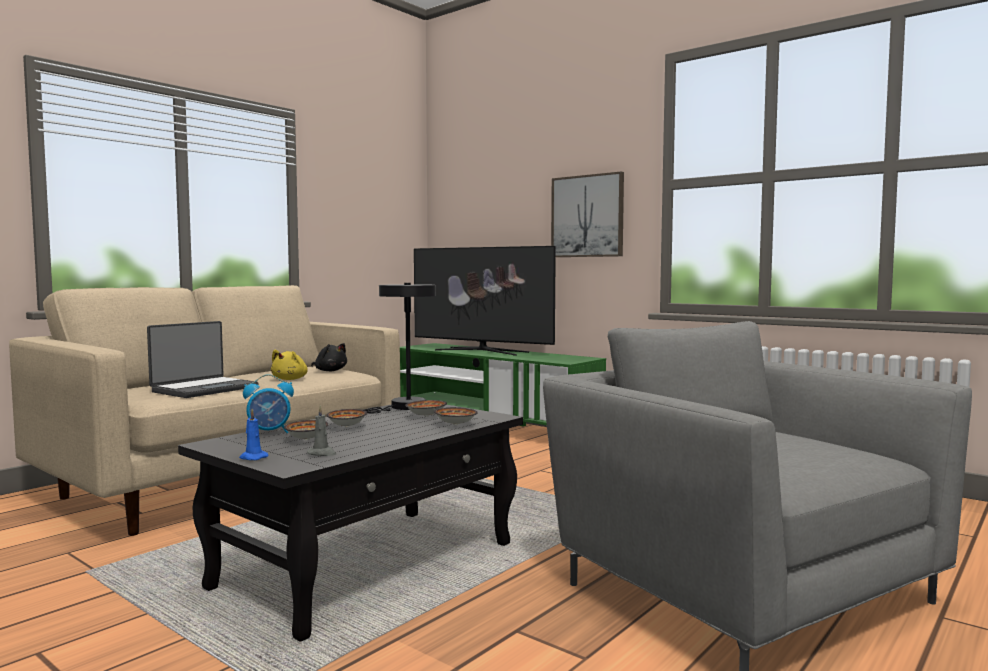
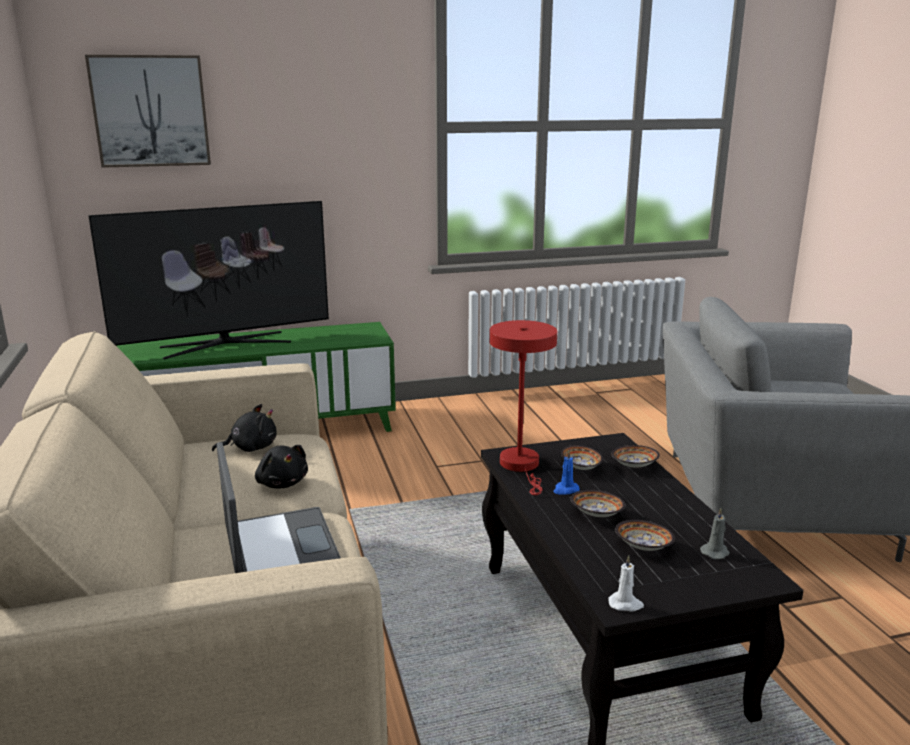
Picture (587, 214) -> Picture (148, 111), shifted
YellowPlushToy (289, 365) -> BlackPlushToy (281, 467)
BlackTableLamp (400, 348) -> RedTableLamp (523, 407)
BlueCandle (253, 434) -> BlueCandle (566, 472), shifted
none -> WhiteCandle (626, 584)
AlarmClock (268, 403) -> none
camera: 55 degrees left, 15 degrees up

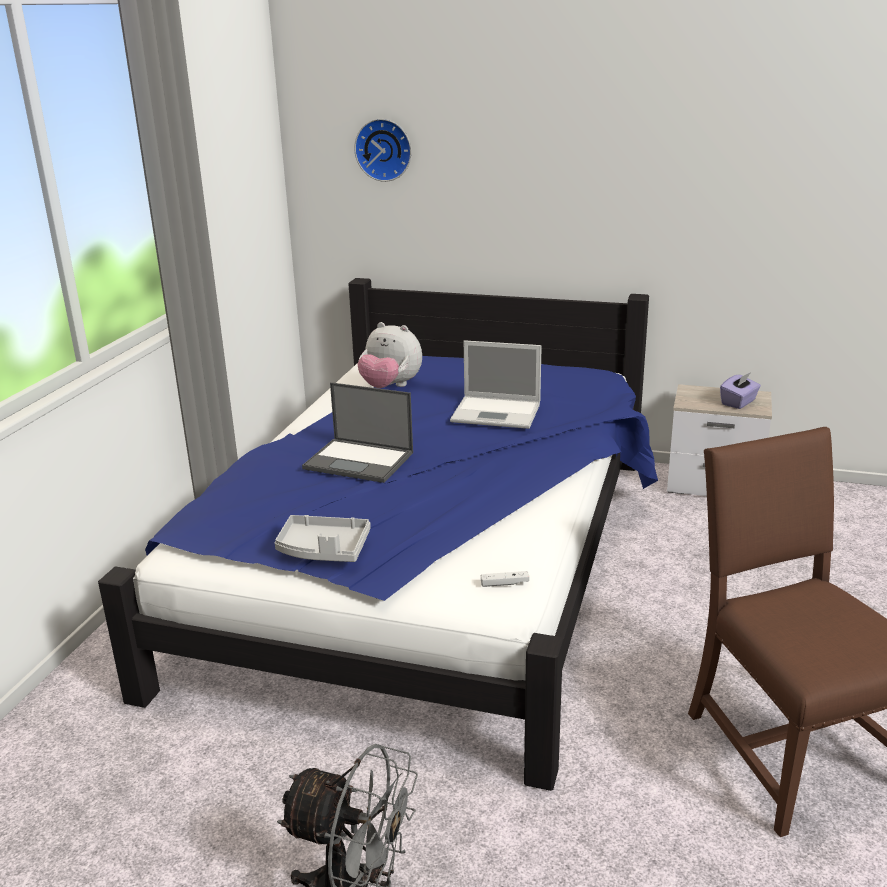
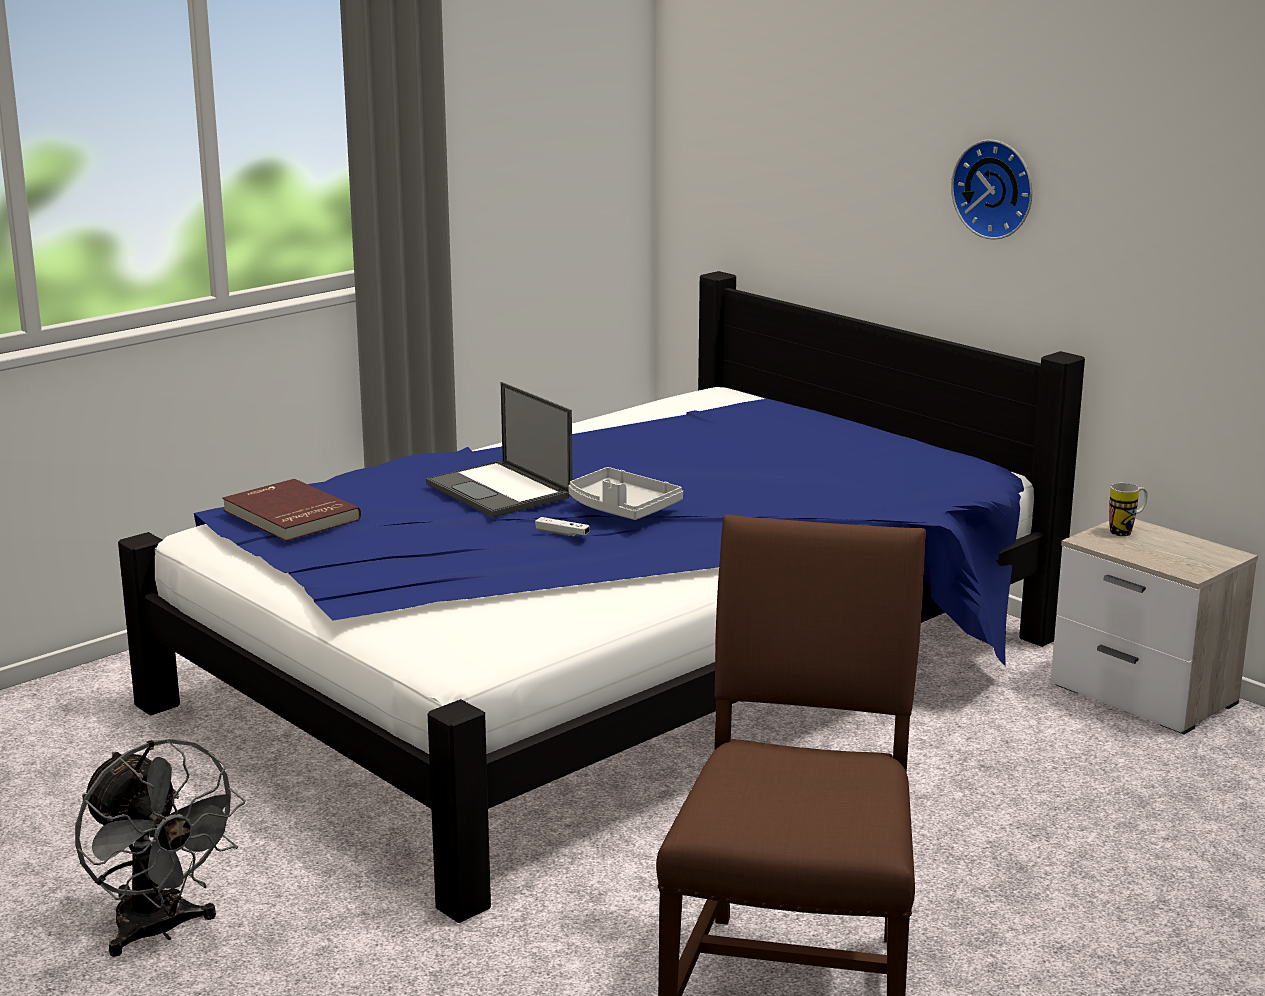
none -> RedBook (291, 510)
WhiteGameController (505, 579) -> WhiteGameController (562, 527), shifted
GreyTray (323, 538) -> GreyTray (625, 493), shifted
WallClock (383, 150) -> WallClock (992, 190), shifted
none -> Mug (1128, 509)
PlushToy (389, 355) -> none
Laptop (496, 384) -> none
PurpleTissueBox (740, 390) -> none
camera: 30 degrees right, 5 degrees down

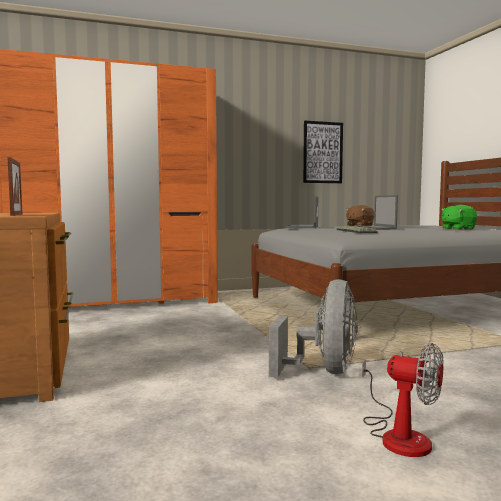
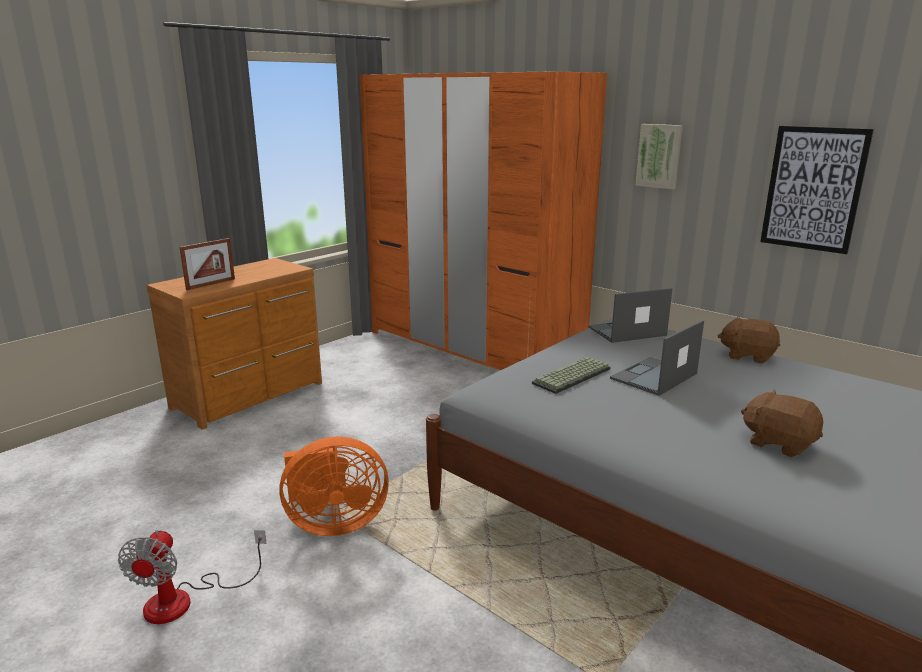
GreyFan (313, 328) -> OrangeFan (334, 486)
none -> Picture (659, 156)
GreenPlushToy (459, 217) -> BrownPlushToy (782, 423)
camera: 60 degrees right, 15 degrees up

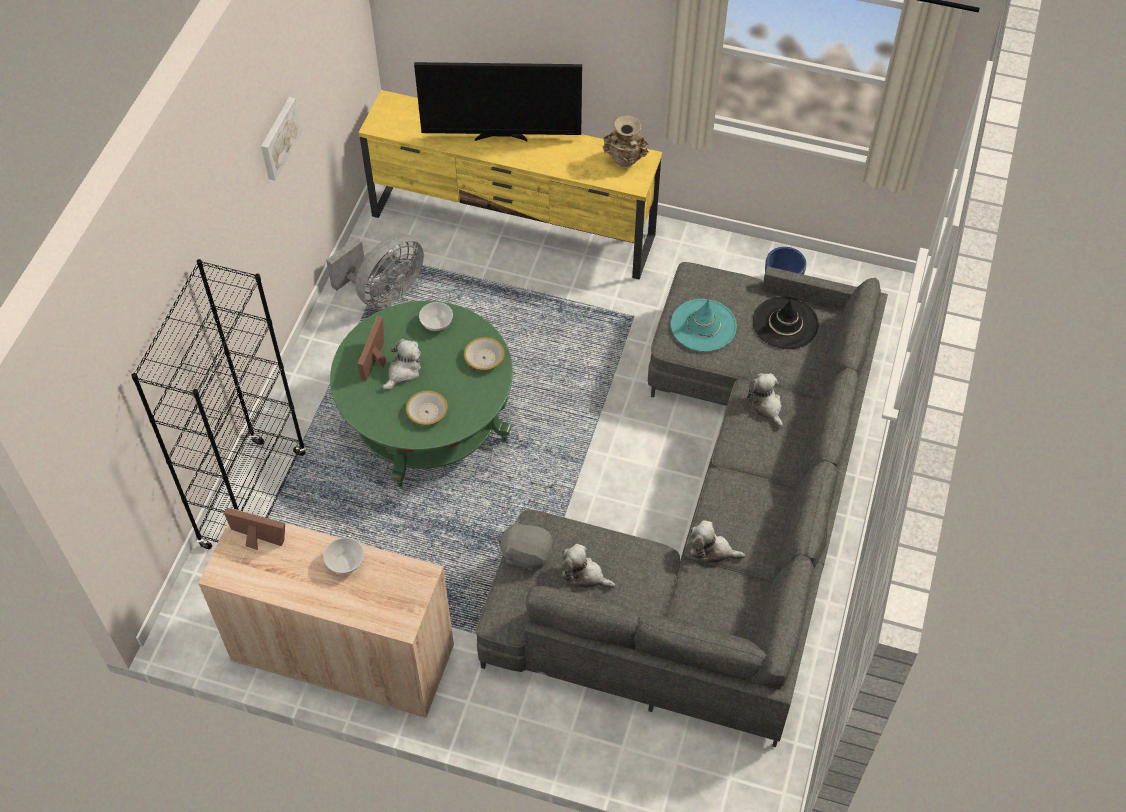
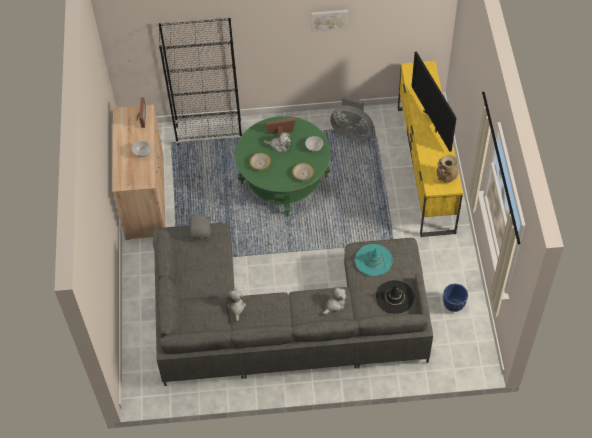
PlushToy (588, 566) -> none
camera: 70 degrees right, 0 degrees up

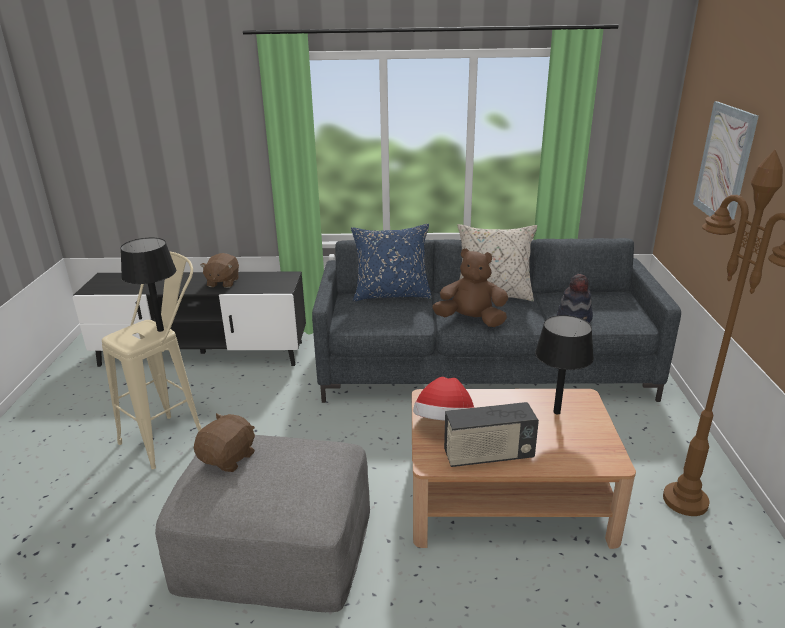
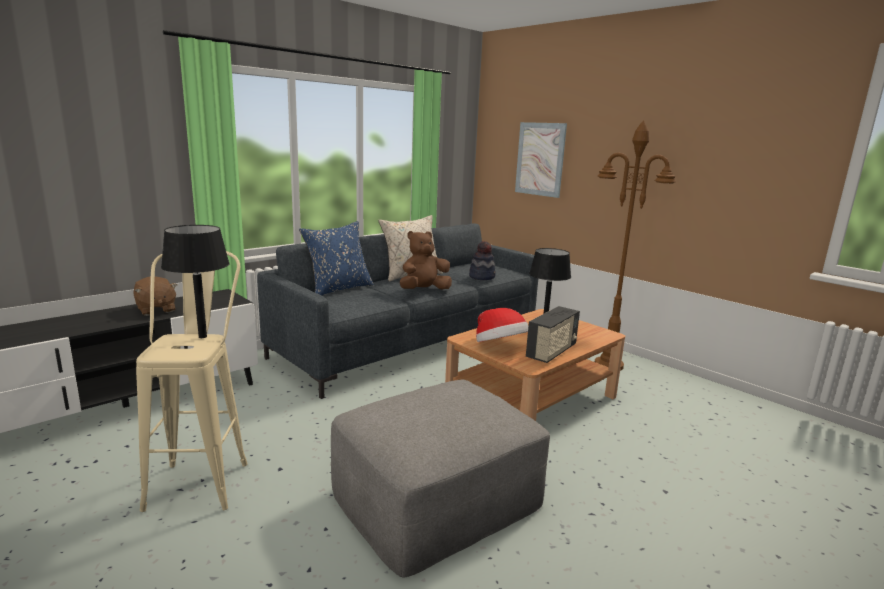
BrownPlushToy (224, 442) -> none
camera: 45 degrees left, 10 degrees down

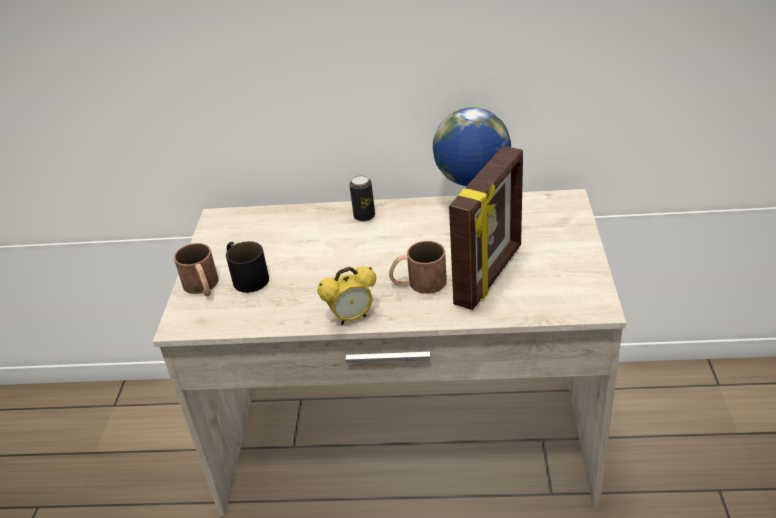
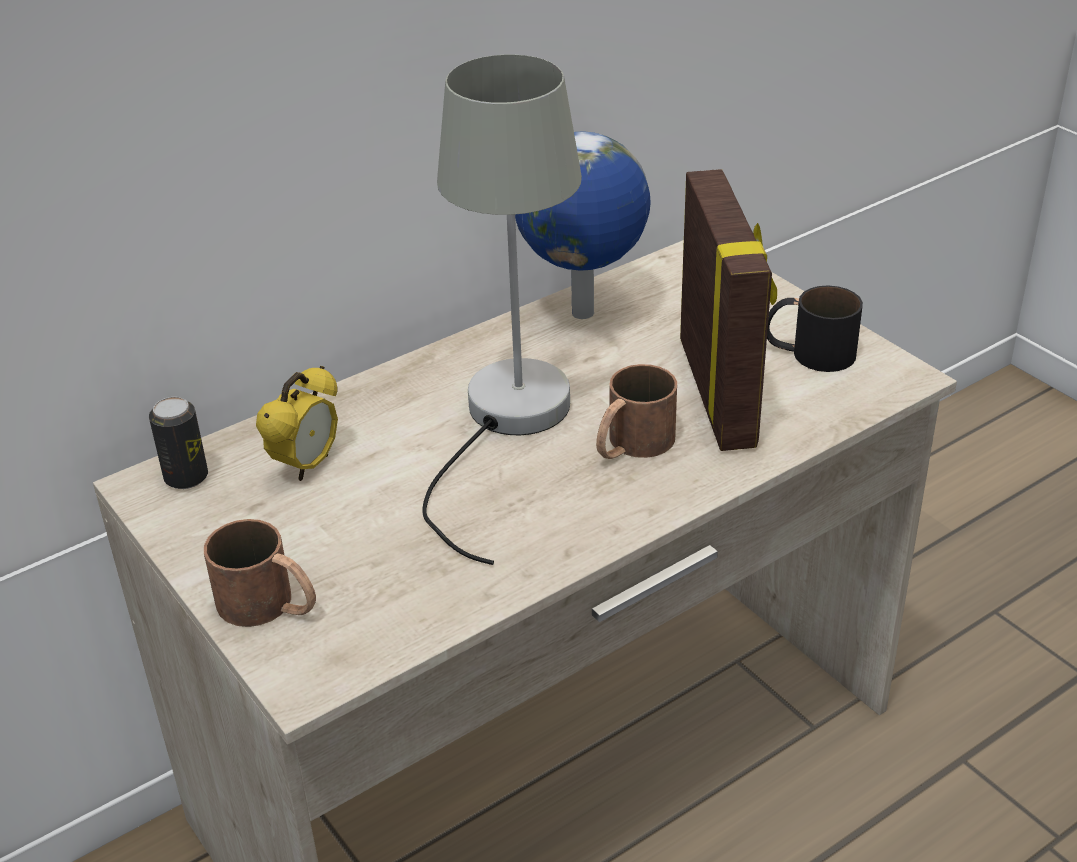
Can (362, 198) -> Can (178, 443), shifted
AlarmClock (346, 295) -> AlarmClock (297, 423), shifted
none -> GreyTableLamp (502, 310)
BlackMug (247, 267) -> BlackMug (815, 328), shifted
camera: 40 degrees left, 0 degrees up

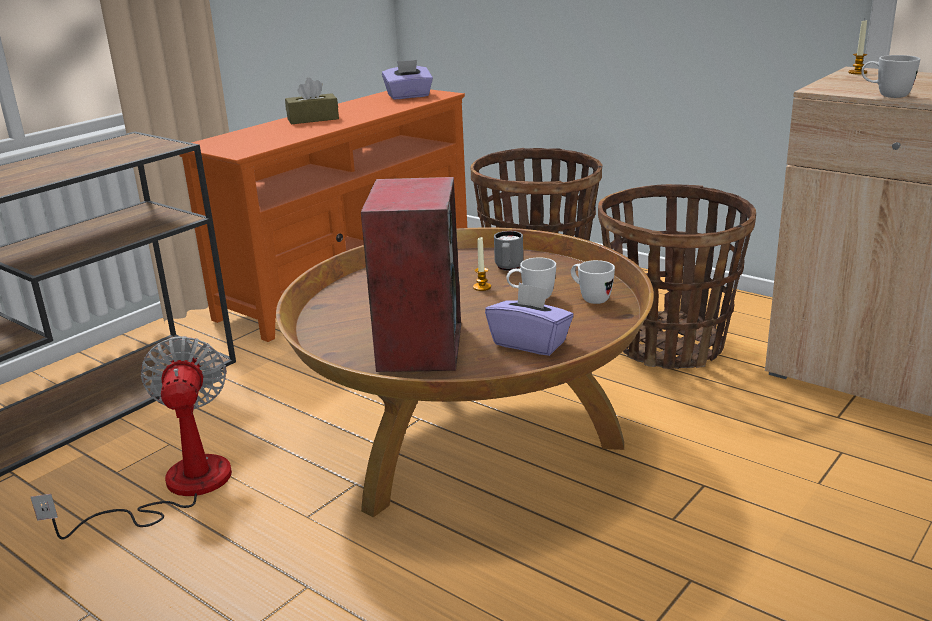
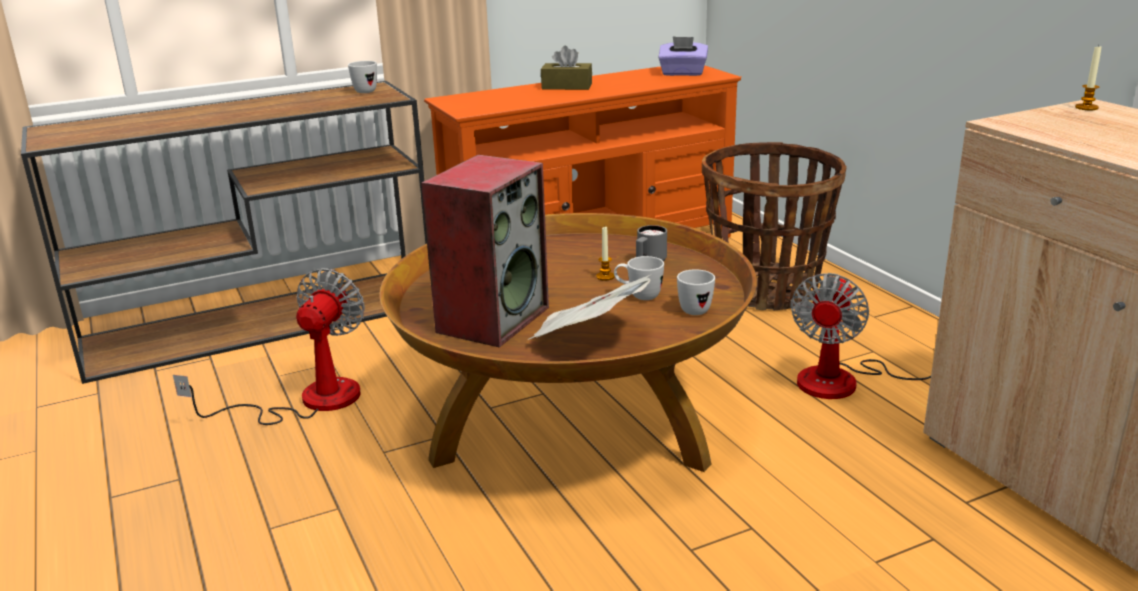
WhiteMug (890, 76) -> WhiteMug (362, 77), shifted
PurpleTissueBox (529, 319) -> Newspaper (589, 307)
Basket (677, 276) -> Fan (860, 336)
camera: 25 degrees right, 0 degrees up

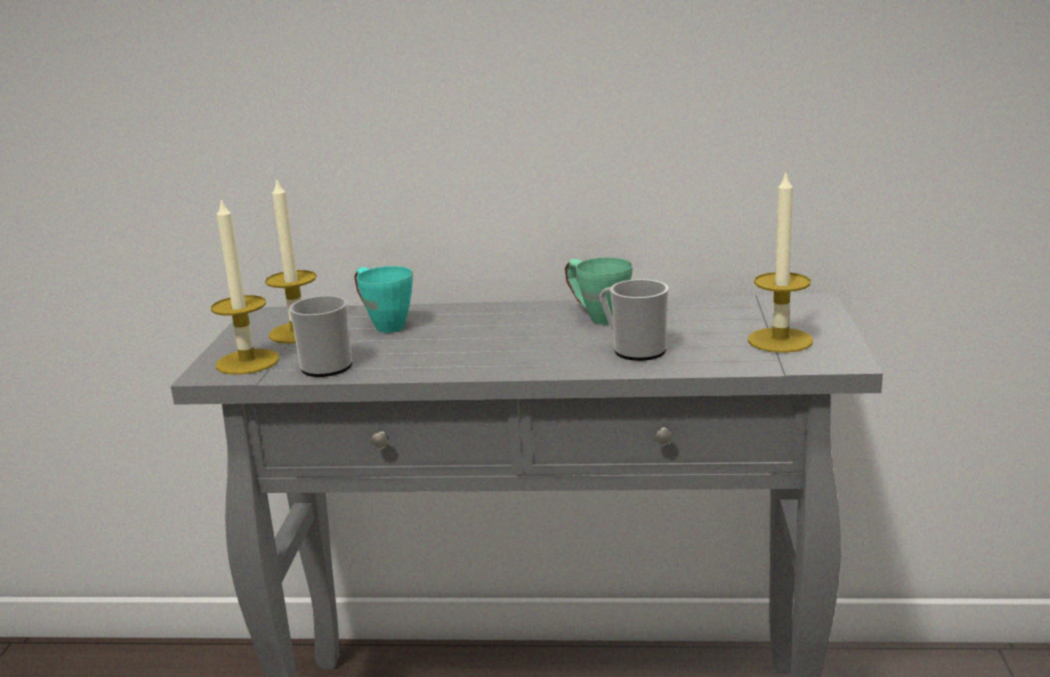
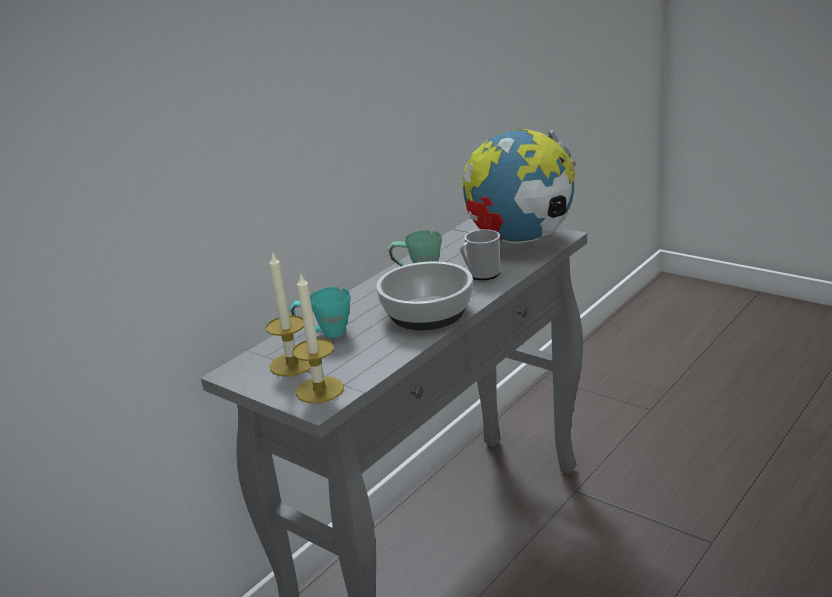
none -> Bowl (424, 295)
Candle (780, 261) -> Globe (519, 187)
Mug (320, 336) -> none
camera: 55 degrees left, 5 degrees up

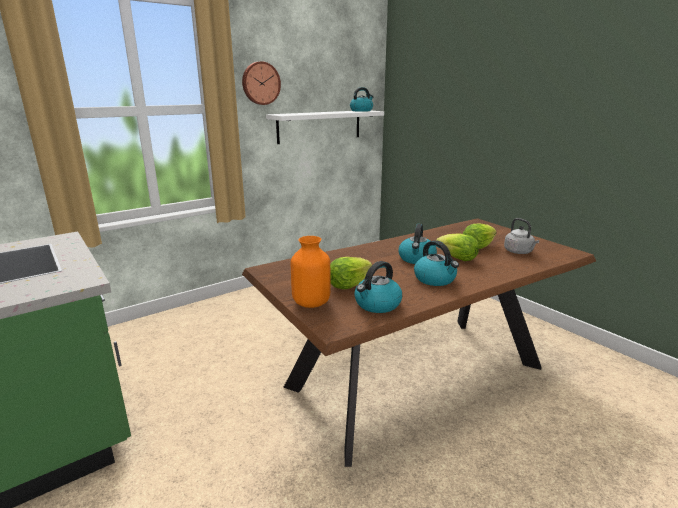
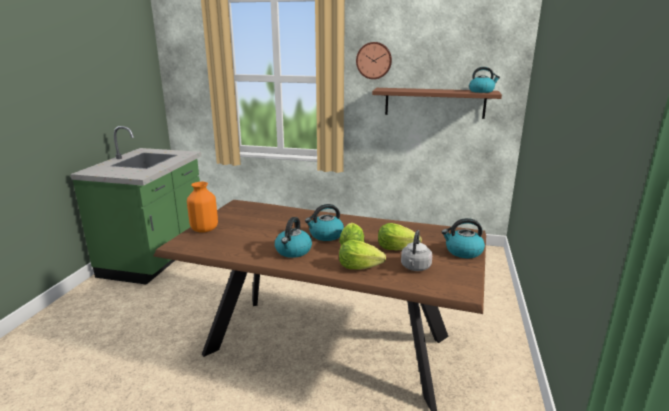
Lettuce (351, 273) -> Lettuce (362, 255), shifted
WhiteShelf (325, 127) -> BrownShelf (437, 103)
Kettle (378, 287) -> Kettle (463, 238), shifted
camera: 50 degrees right, 0 degrees up

